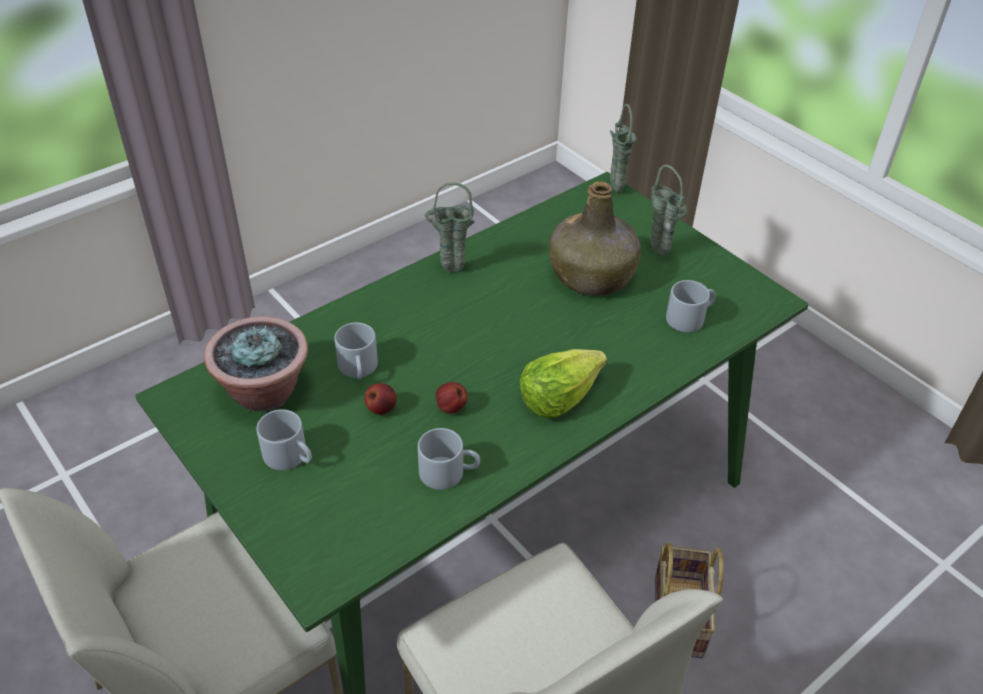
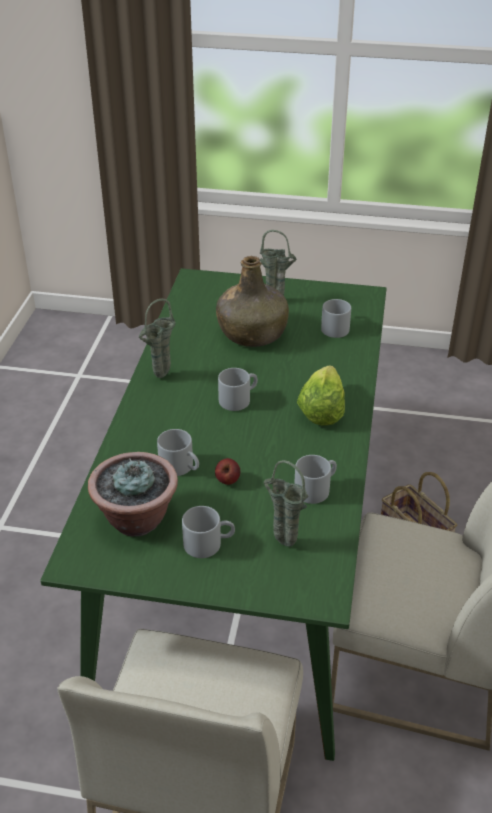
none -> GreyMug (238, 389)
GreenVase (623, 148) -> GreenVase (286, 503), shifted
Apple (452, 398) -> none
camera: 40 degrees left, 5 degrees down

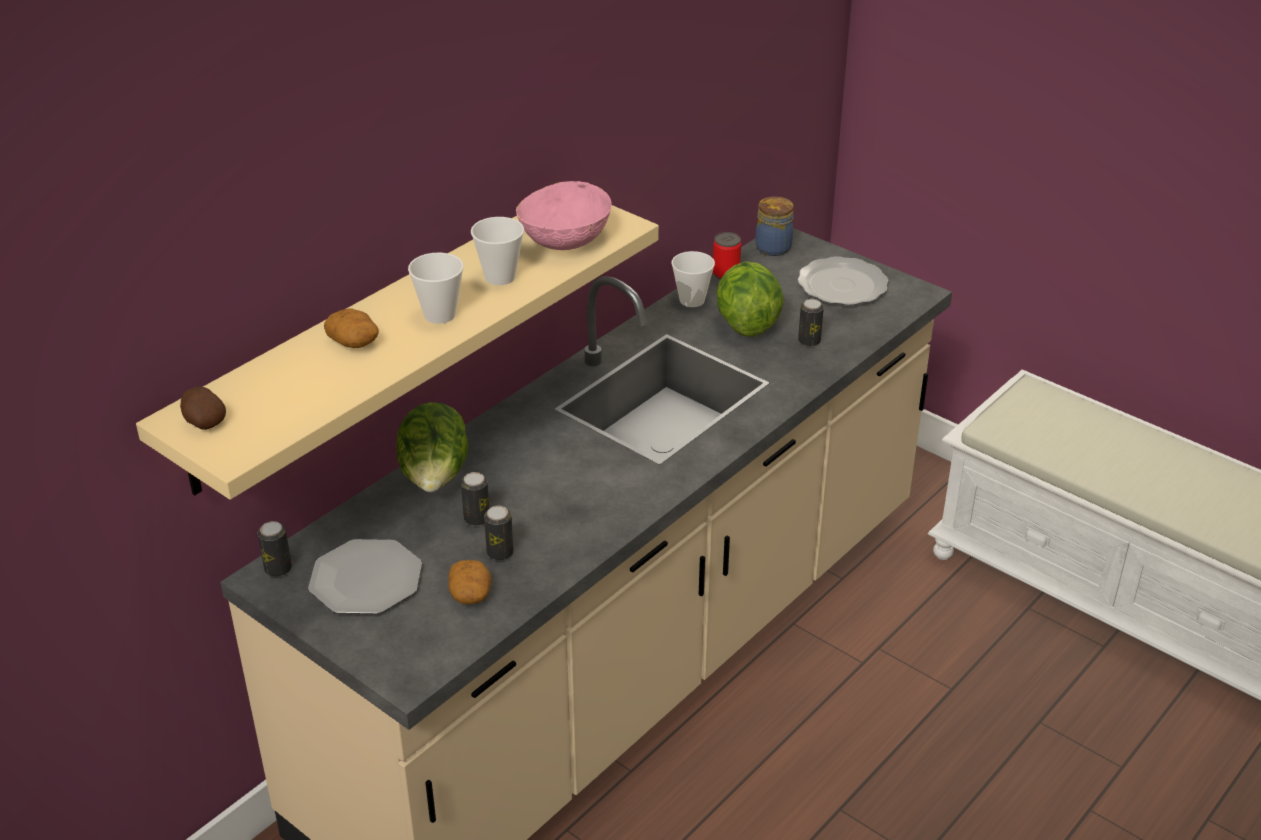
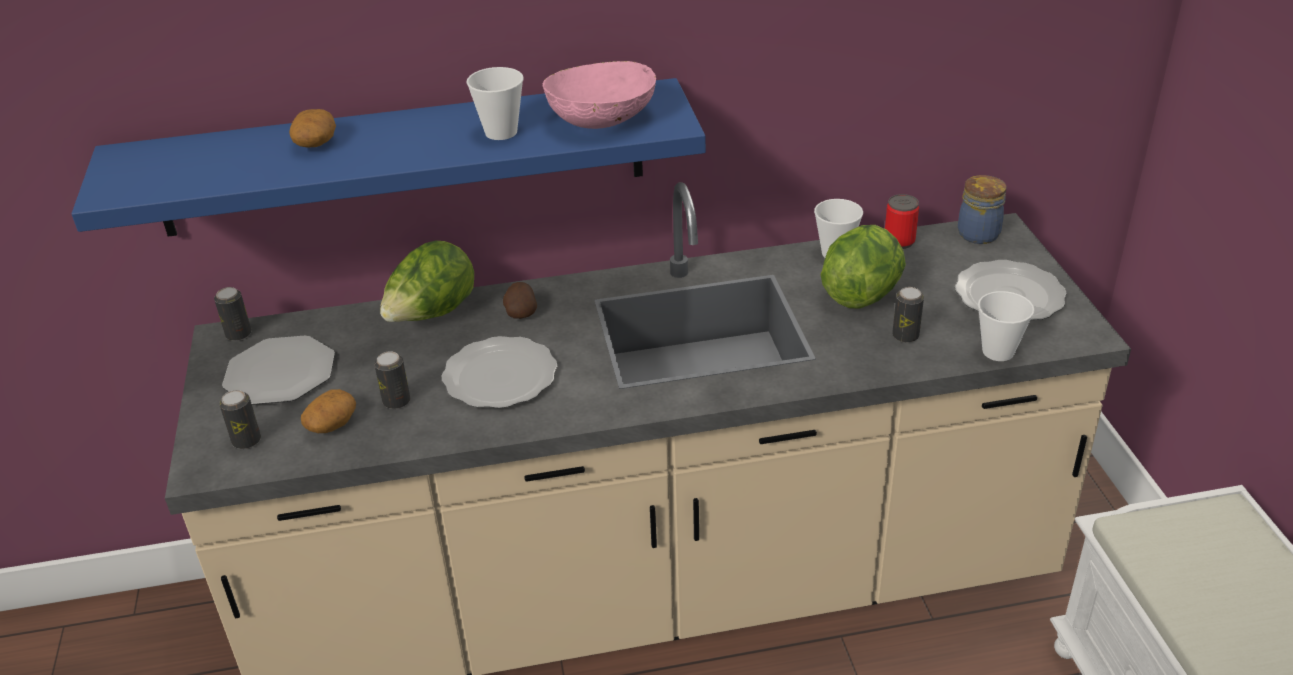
BeigeShelf (397, 352) -> BlueShelf (388, 157)
Can (475, 499) -> Can (240, 419), shifted
none -> Plate (499, 372)
Potato (203, 408) -> Potato (520, 300), shifted
Cup (436, 288) -> Cup (1006, 326), shifted
camera: 40 degrees right, 0 degrees up

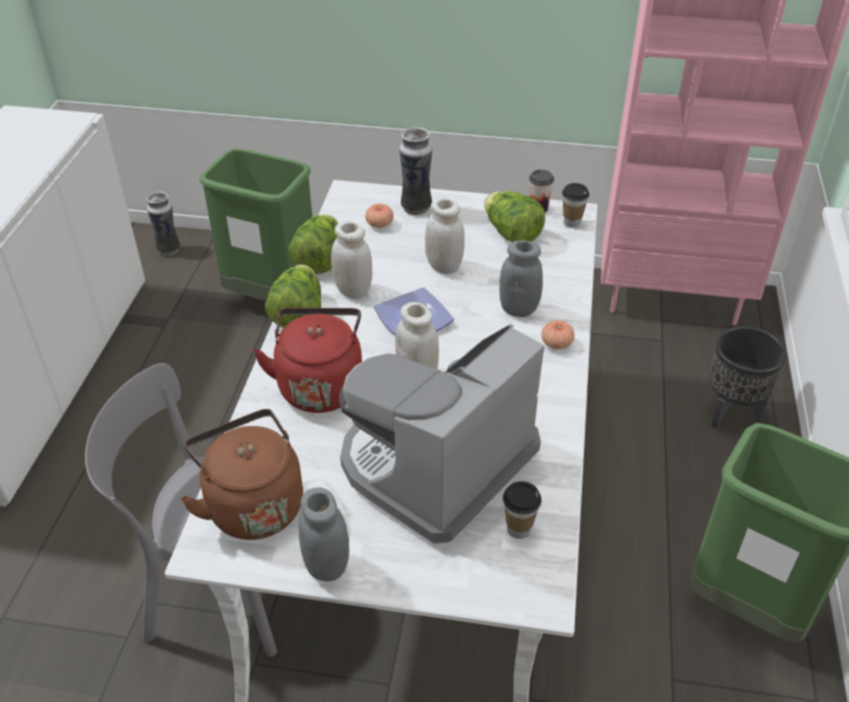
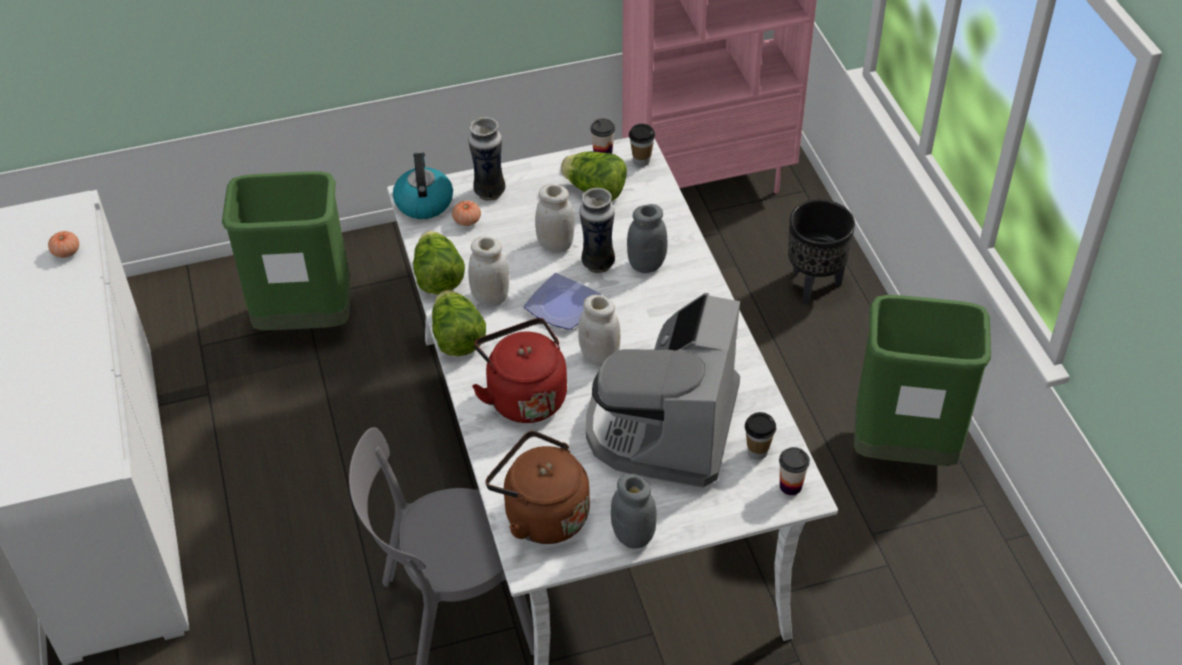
Tomato (558, 334) -> Tomato (63, 244), shifted
none -> Kettle (423, 185)
Vase (163, 223) -> Vase (597, 230), shifted
none -> Cup (794, 471)
camera: 25 degrees left, 5 degrees up

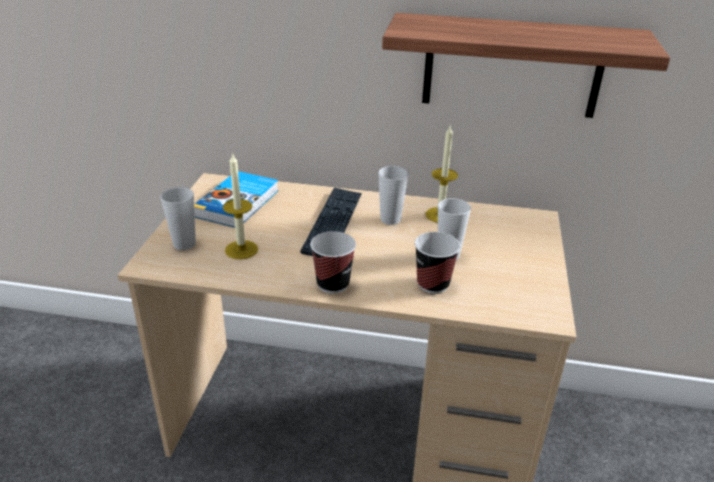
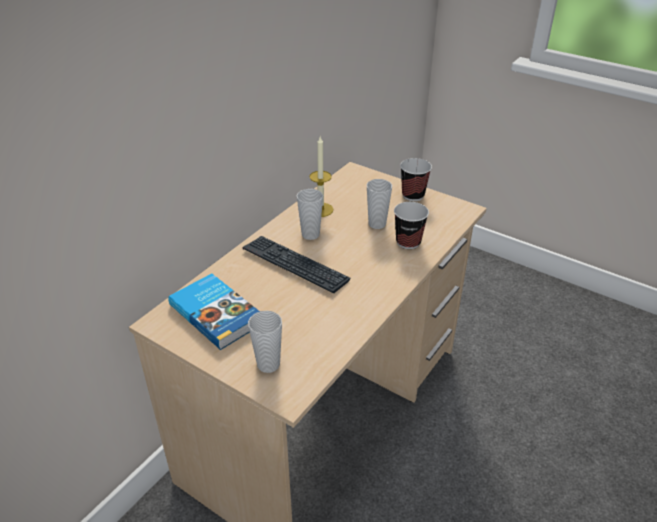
Cup (333, 262) -> Cup (416, 179), shifted
Candle (240, 205) -> none
Shelf (526, 65) -> none
camera: 65 degrees left, 5 degrees up

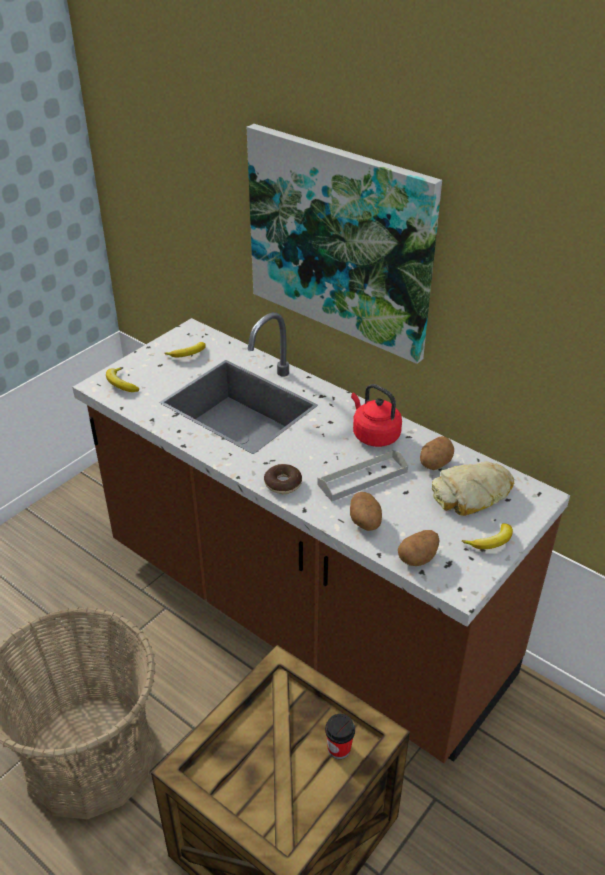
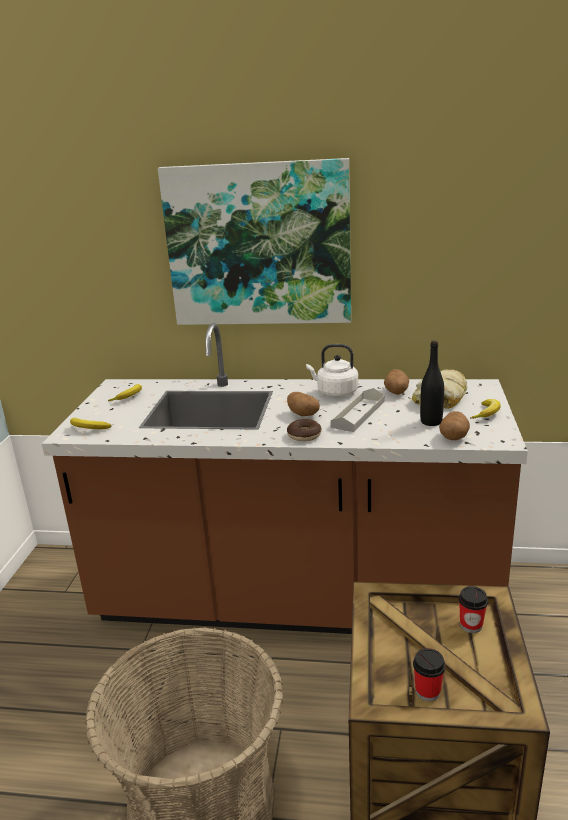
Potato (366, 511) -> Potato (303, 404), shifted
RedKettle (376, 415) -> WhiteKettle (332, 370)
none -> Cup (429, 674)
none -> BlackBottle (432, 383)
camera: 30 degrees left, 15 degrees down

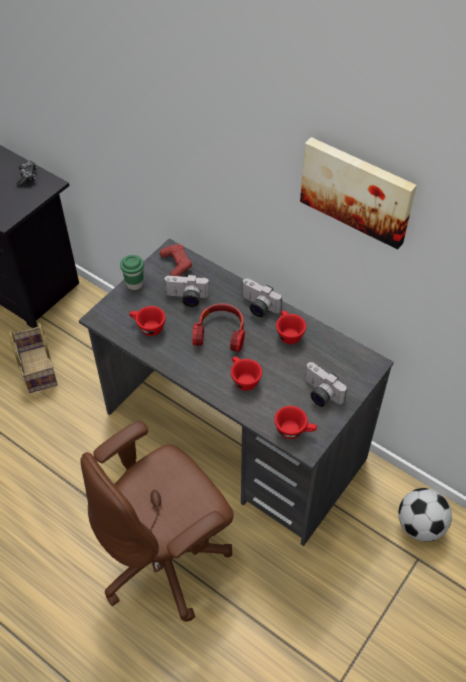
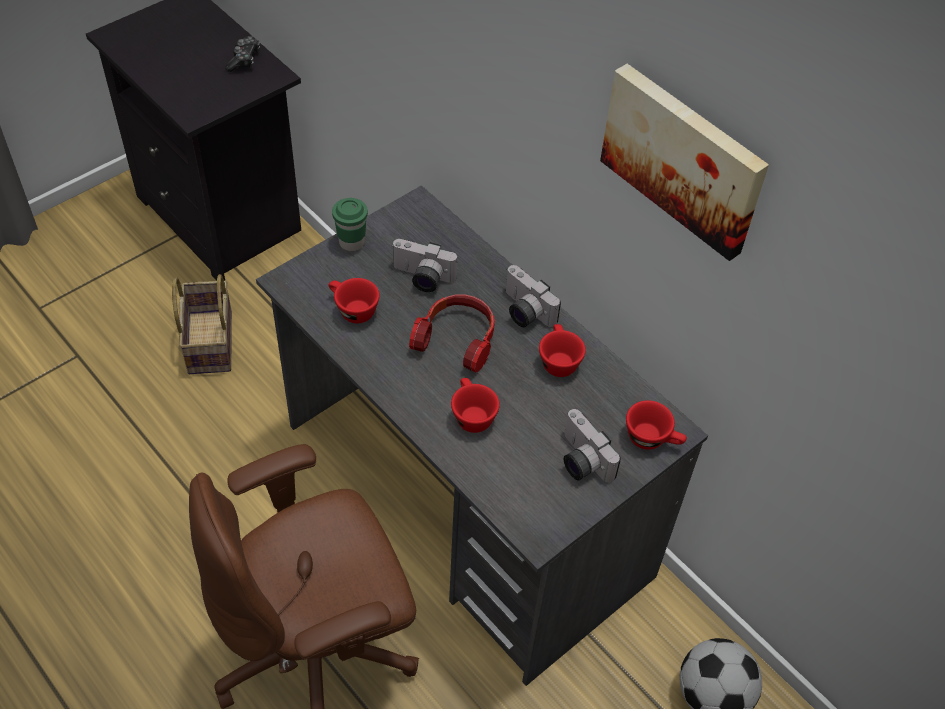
RedCup (295, 422) -> RedCup (656, 425), shifted
RedGameController (176, 260) -> none
camera: 10 degrees right, 0 degrees up

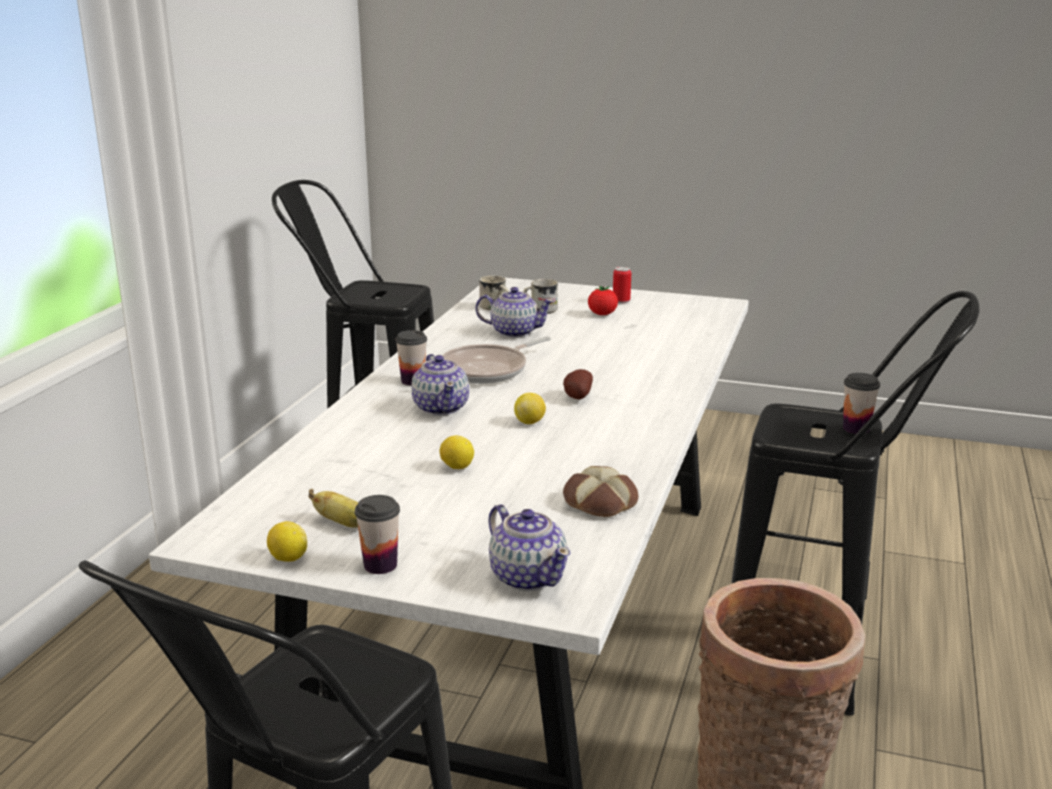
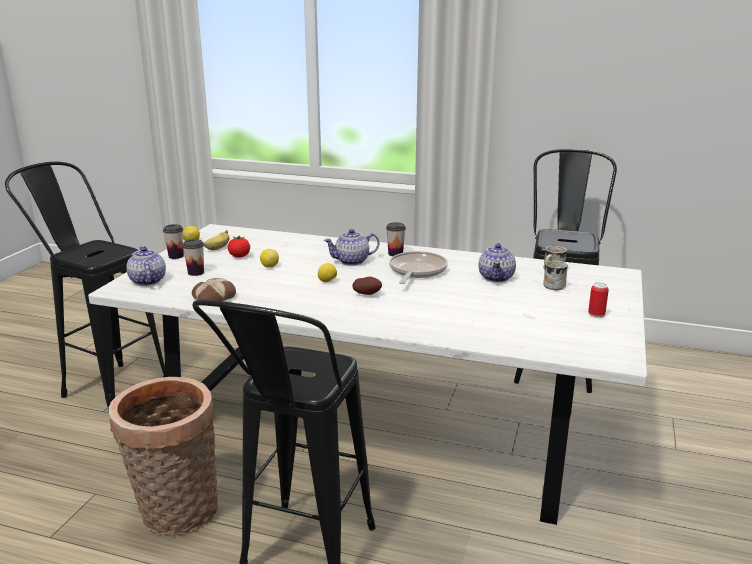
Teapot (529, 547) -> Teapot (146, 266), 105 degrees clockwise
Cup (861, 403) -> Cup (193, 257), shifted
Tomato (603, 300) -> Tomato (239, 246), shifted
FryingPan (496, 360) -> FryingPan (418, 267), 60 degrees clockwise
camera: 90 degrees right, 0 degrees up

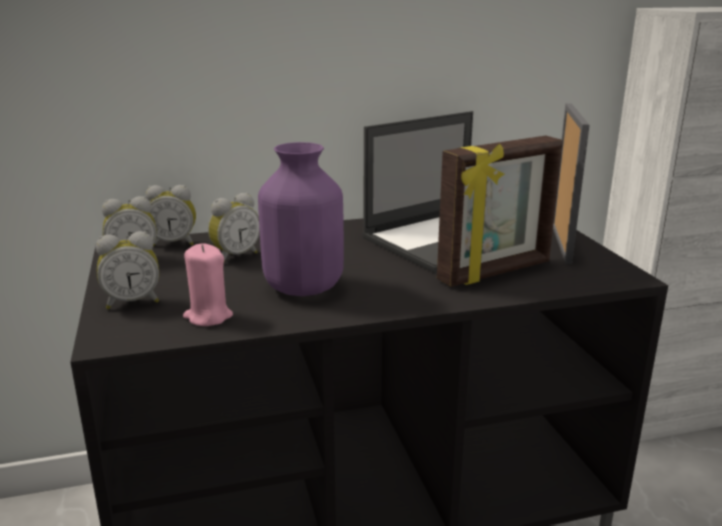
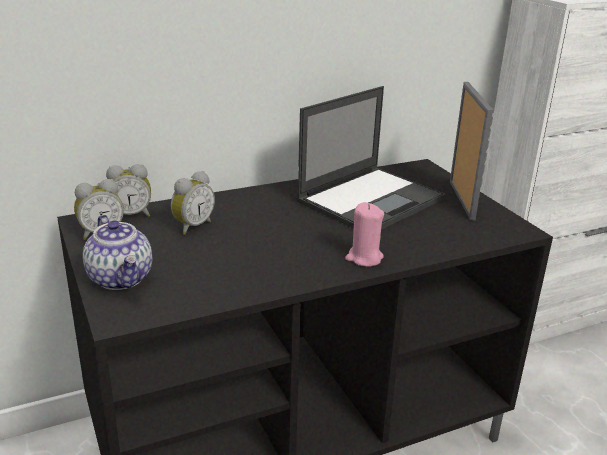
AlarmClock (127, 270) -> Teapot (117, 252)
PinkCandle (208, 284) -> PinkCandle (364, 234), shifted
PurpleVase (301, 219) -> none
PictureFrame (500, 211) -> none
camera: 10 degrees left, 5 degrees up

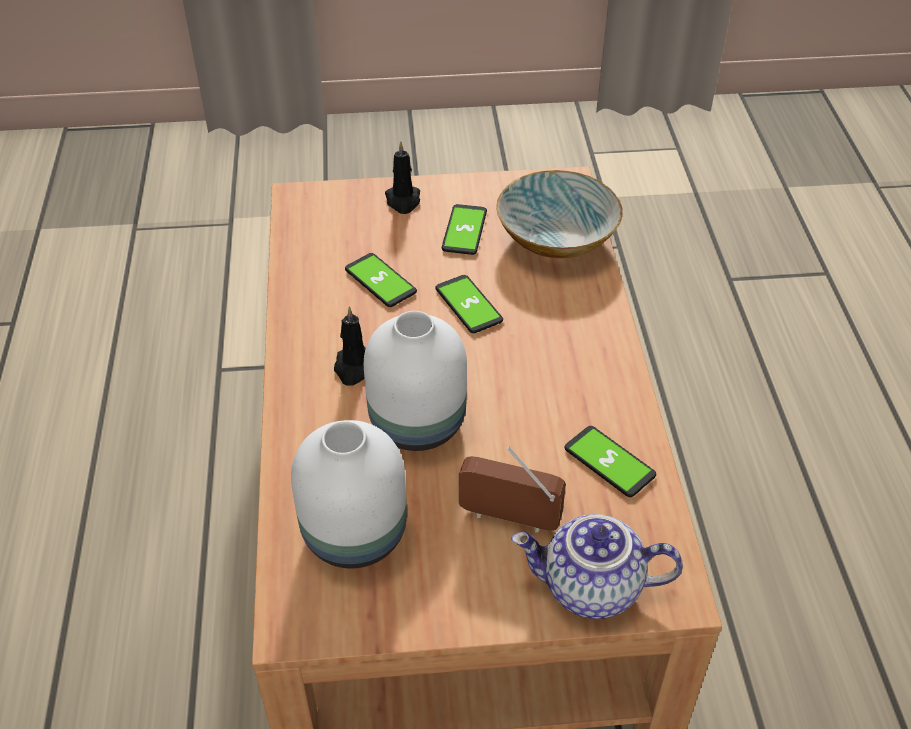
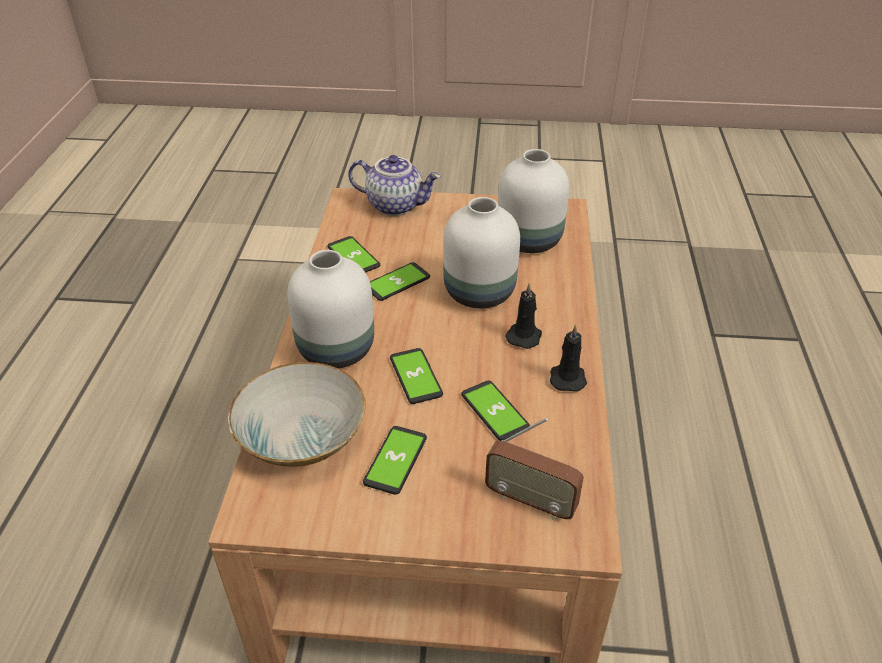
none -> WhiteVase (330, 309)
none -> Phone (400, 281)
Radio (512, 490) -> Radio (534, 469), shifted
BlackCandle (402, 177) -> BlackCandle (568, 358), shifted
camera: 170 degrees left, 5 degrees down

